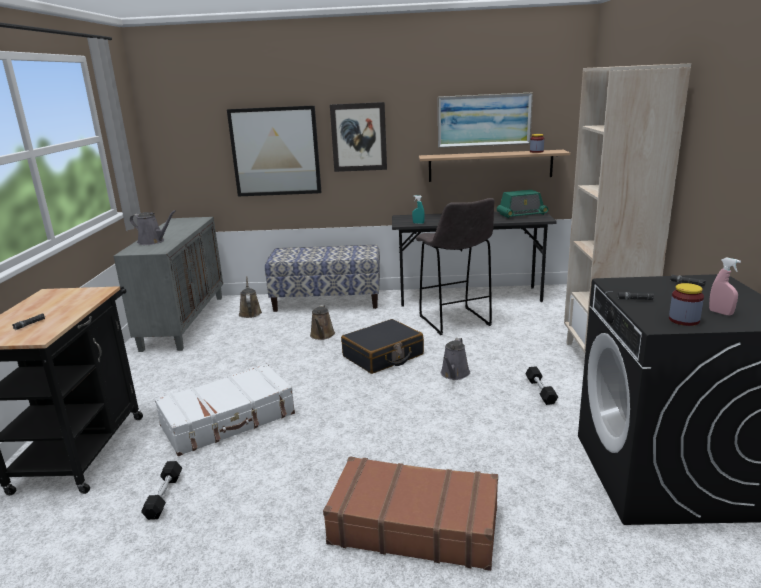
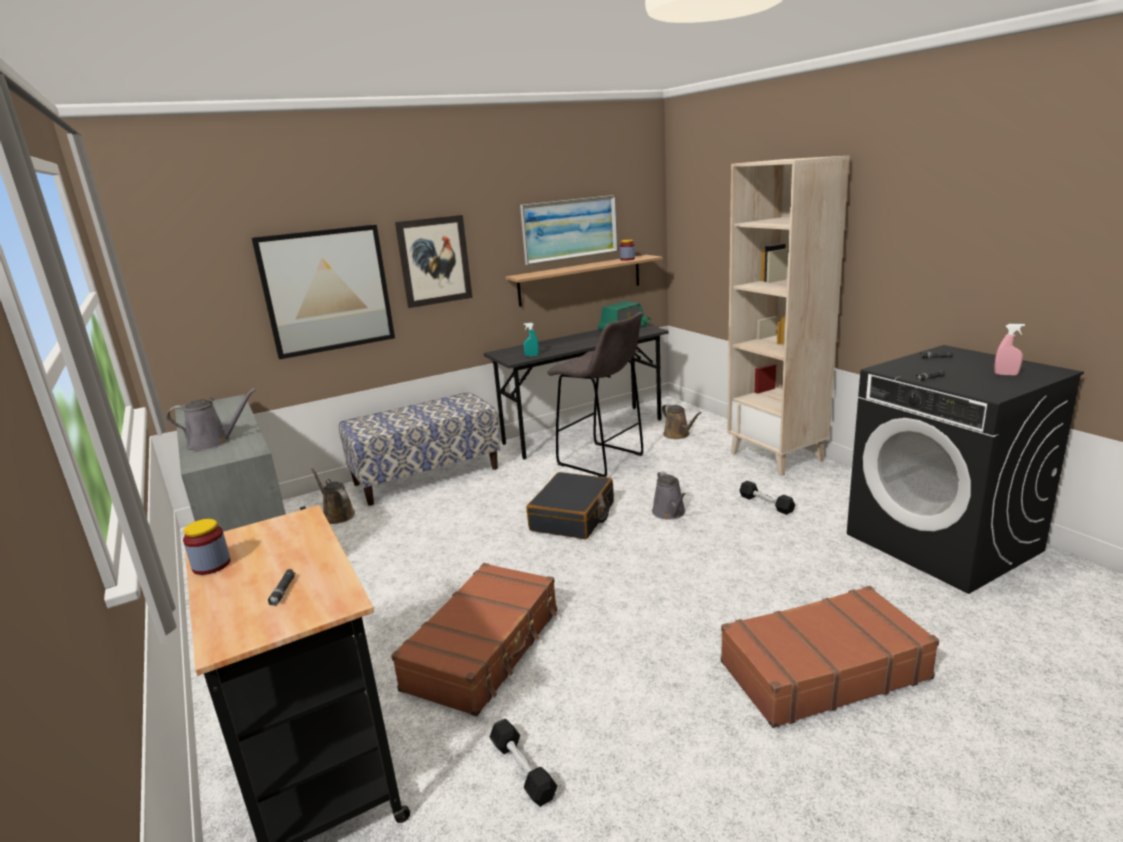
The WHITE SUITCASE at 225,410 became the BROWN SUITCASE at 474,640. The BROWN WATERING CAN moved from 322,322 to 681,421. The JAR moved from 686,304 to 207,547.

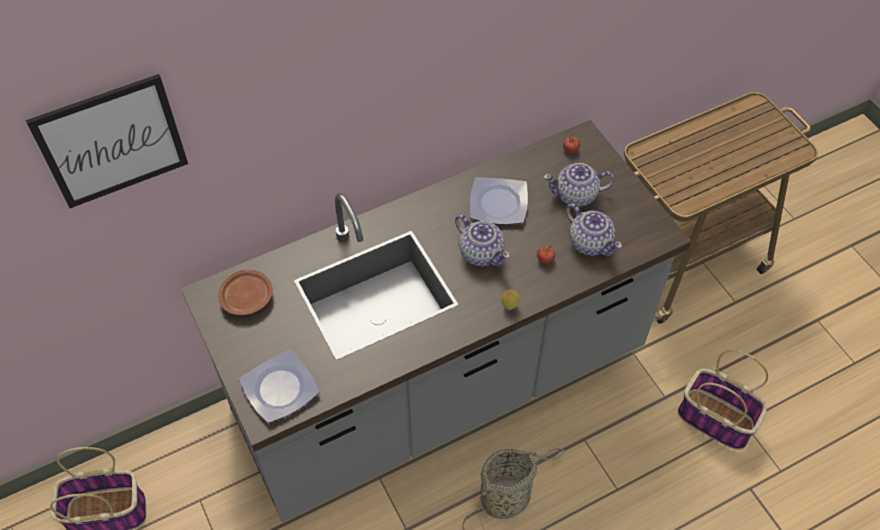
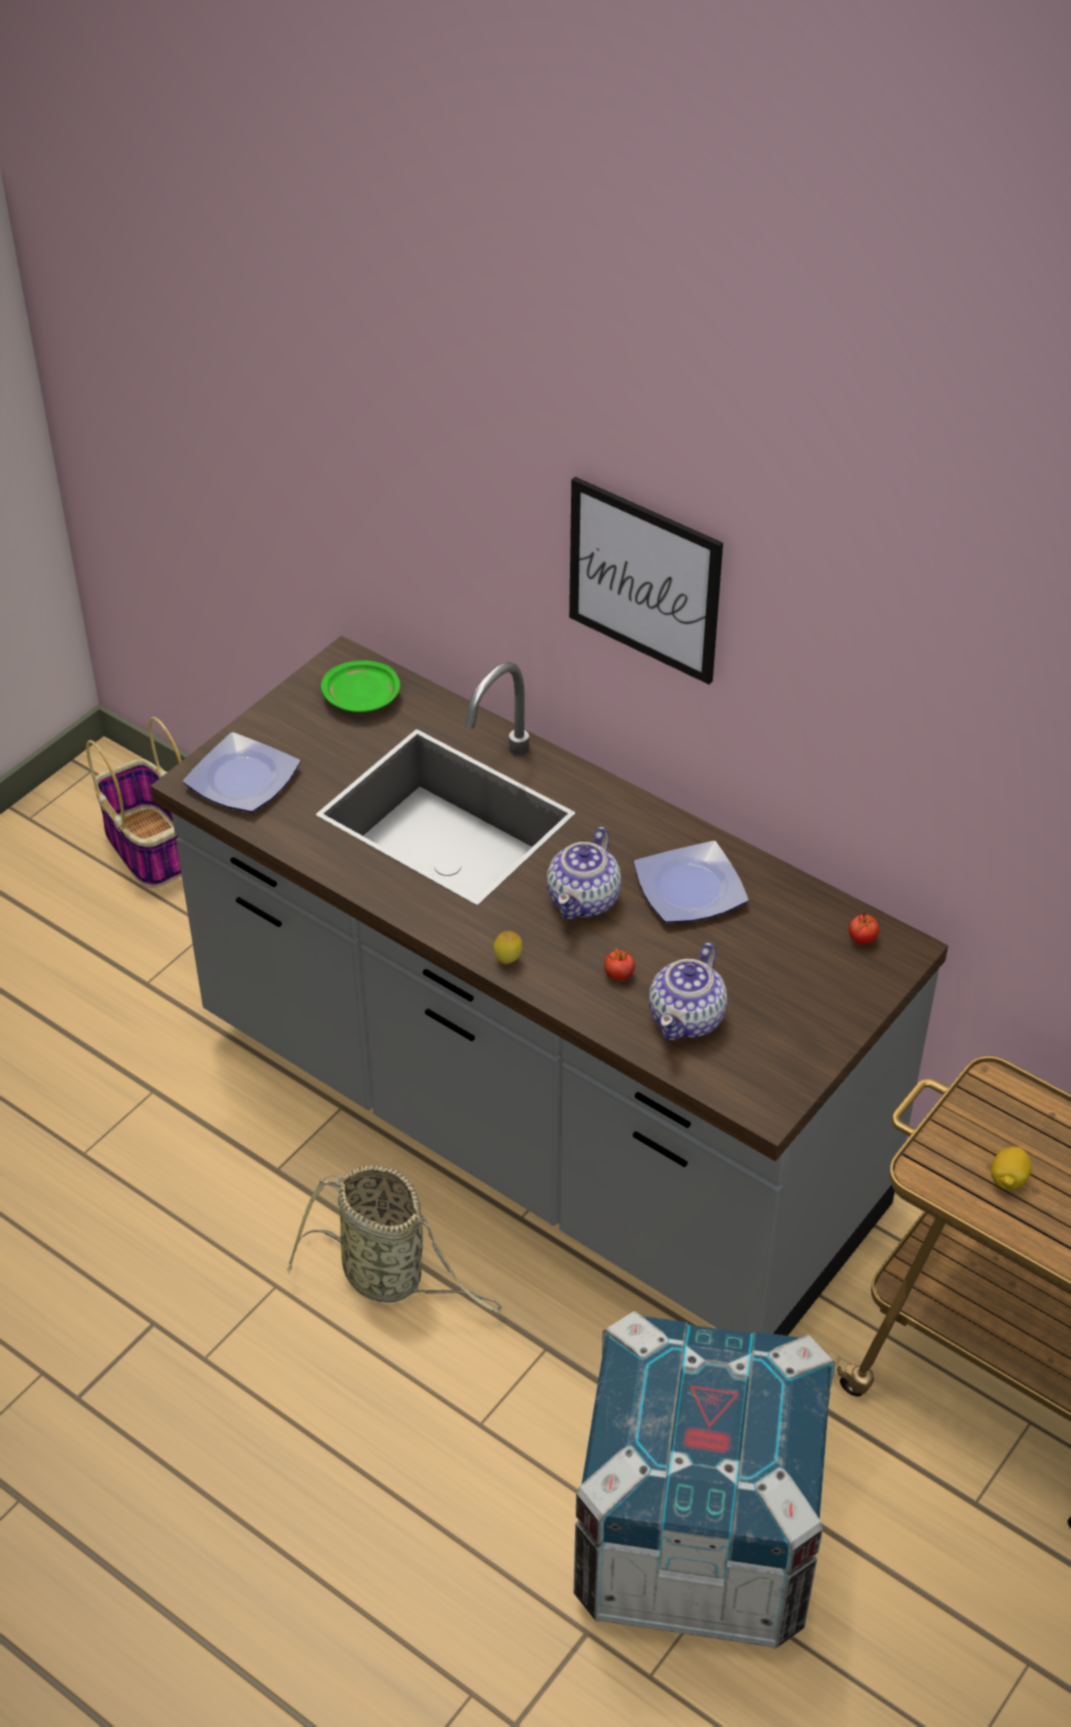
The PICTURE moved from 107,141 to 646,581. The BROWN PLATE at 245,292 became the GREEN PLATE at 360,686. The TEAPOT at 579,185 disappeared. The BASKET at 723,400 was replaced by the CRATE at 705,1480. The LEMON at 1011,1168 appeared.

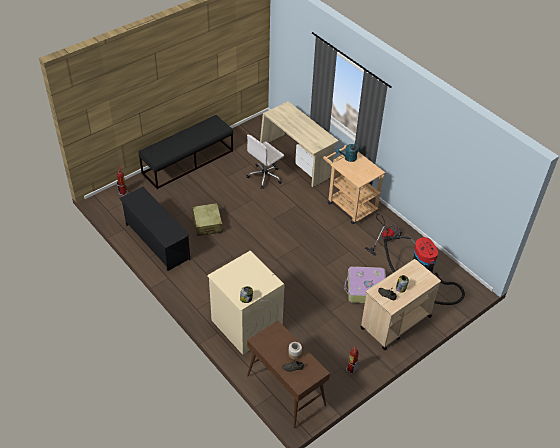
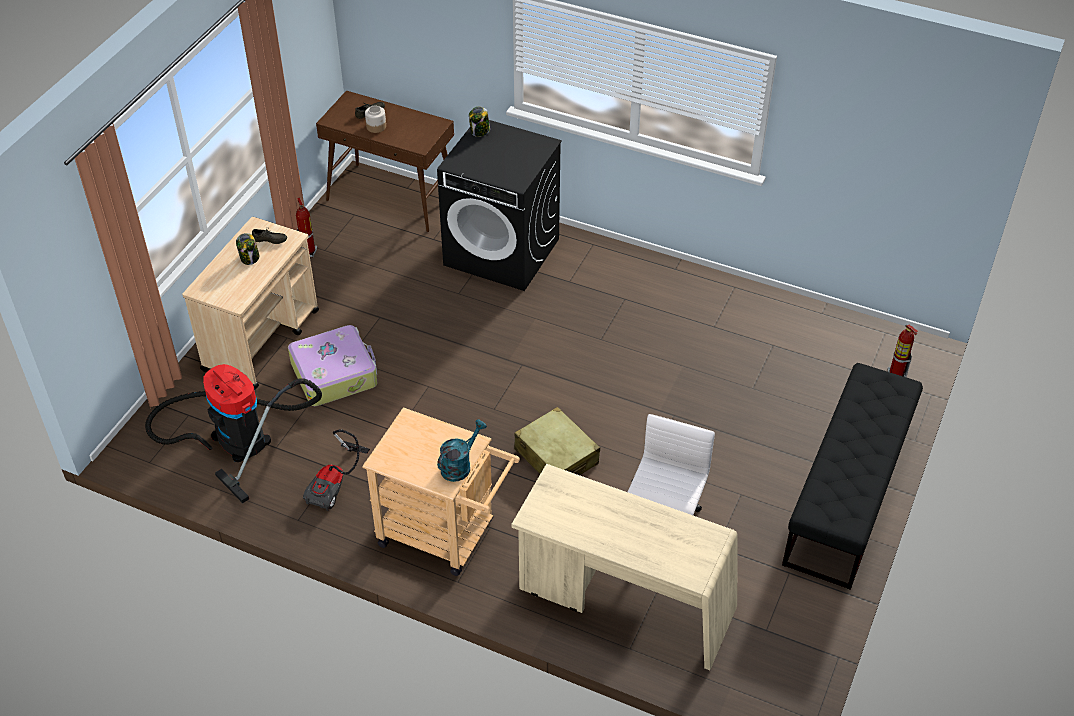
The BLACK SHOE RACK at 154,229 disappeared. The BEIGE SUITCASE moved from 207,219 to 557,441. The BEIGE WASHING MACHINE at 246,303 became the BLACK WASHING MACHINE at 499,205.

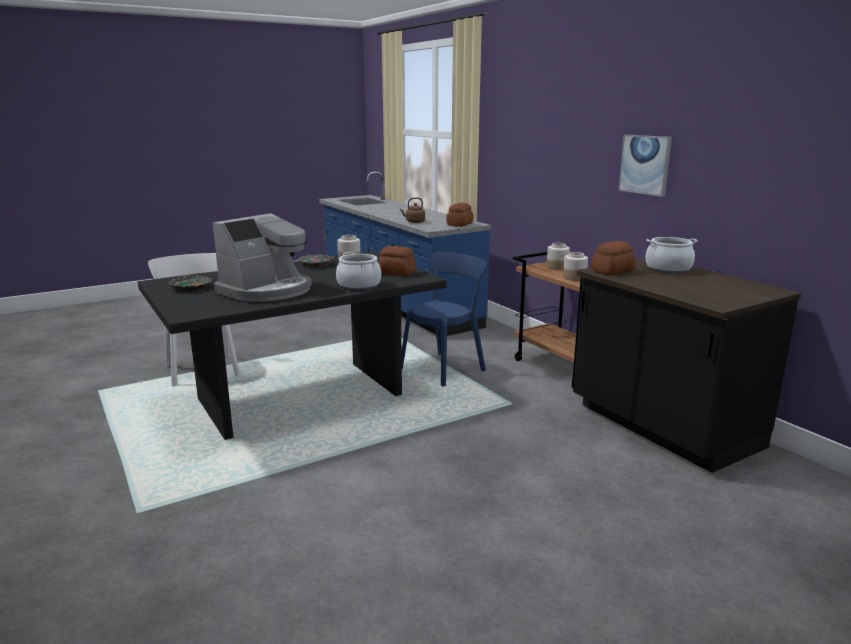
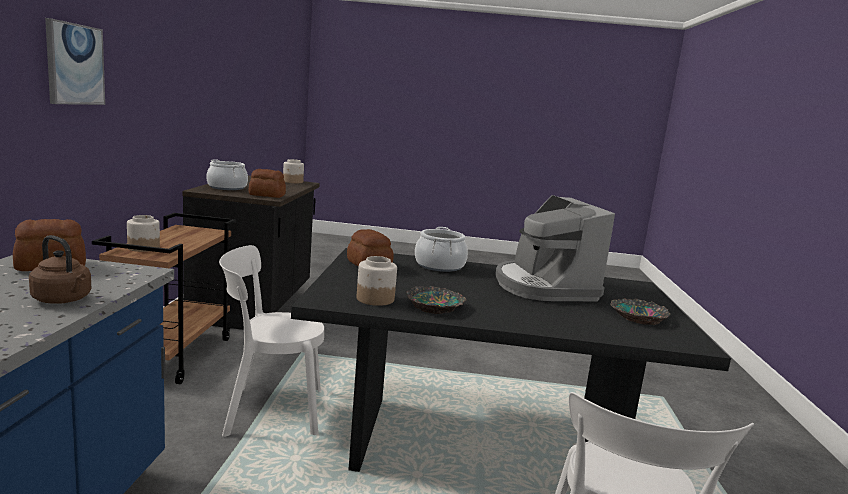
The COFFEE MACHINE at 262,257 turned 90 degrees counterclockwise. The BLUE CHAIR at 444,319 became the WHITE CHAIR at 271,341. The JAR moved from 575,266 to 293,171. The PICTURE moved from 645,166 to 75,61.

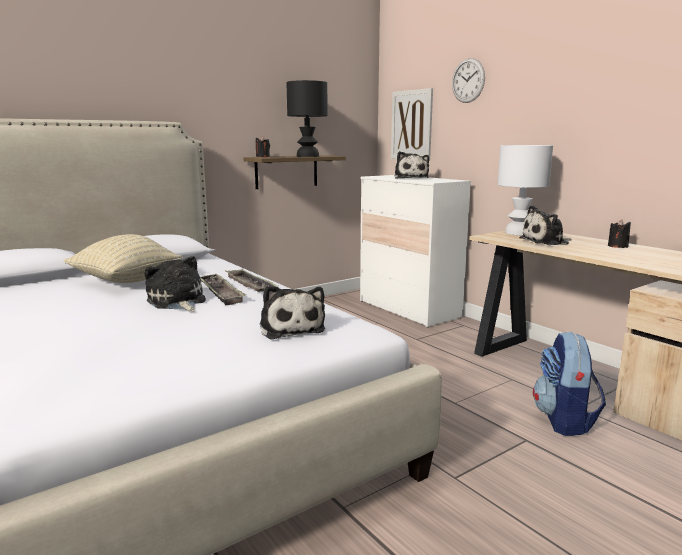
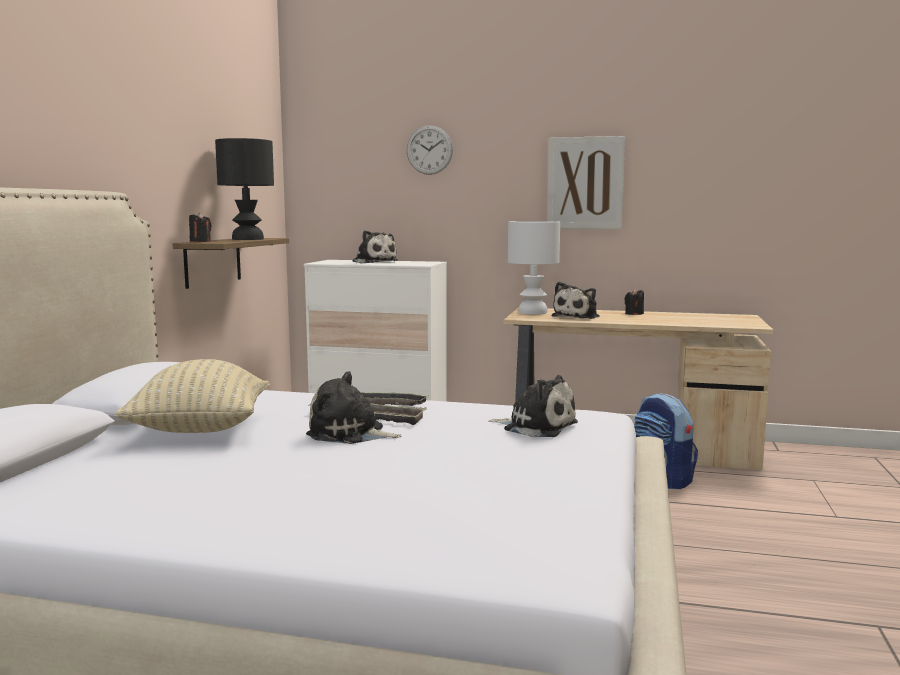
The PICTURE moved from 412,124 to 586,182.

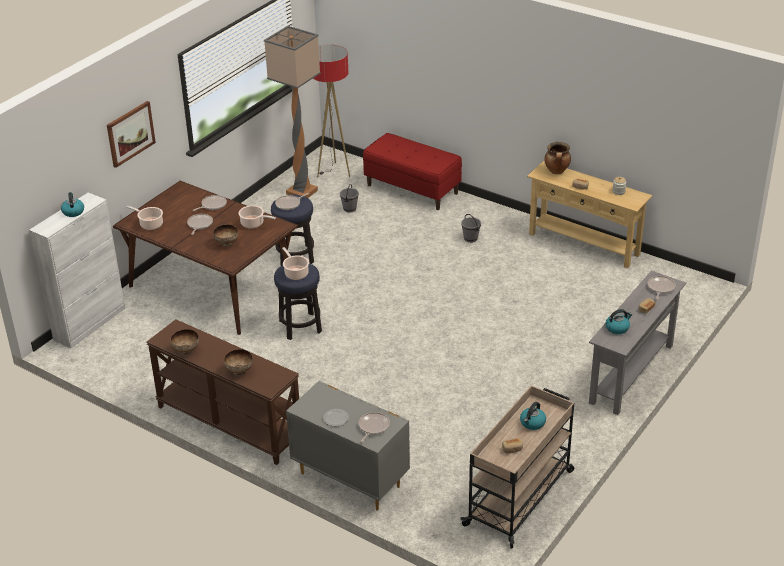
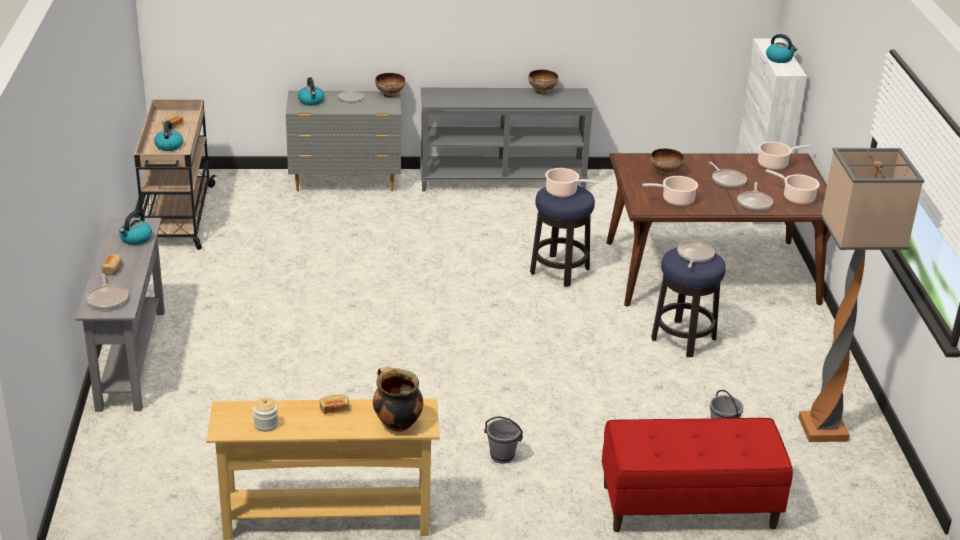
The PICTURE at 131,134 disappeared. The BROWN CONSOLE TABLE at 223,392 became the GREY CONSOLE TABLE at 507,139. The BOWL moved from 238,362 to 390,85. The FLOOR LAMP at 331,110 disappeared. The FRYING PAN at 374,427 was replaced by the KETTLE at 311,91. The COOKING POT at 792,186 appeared.

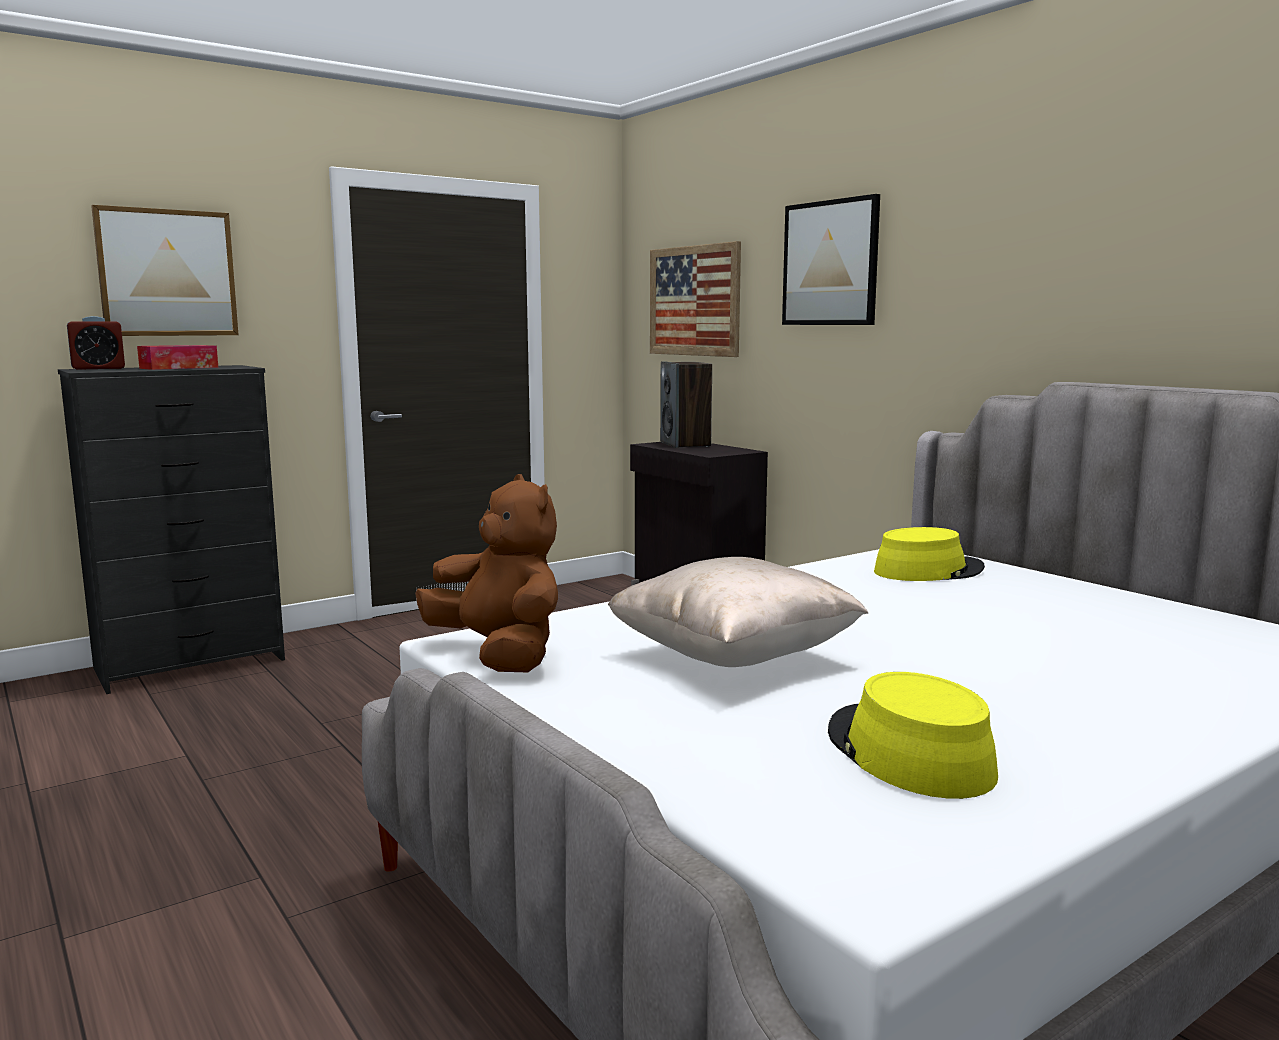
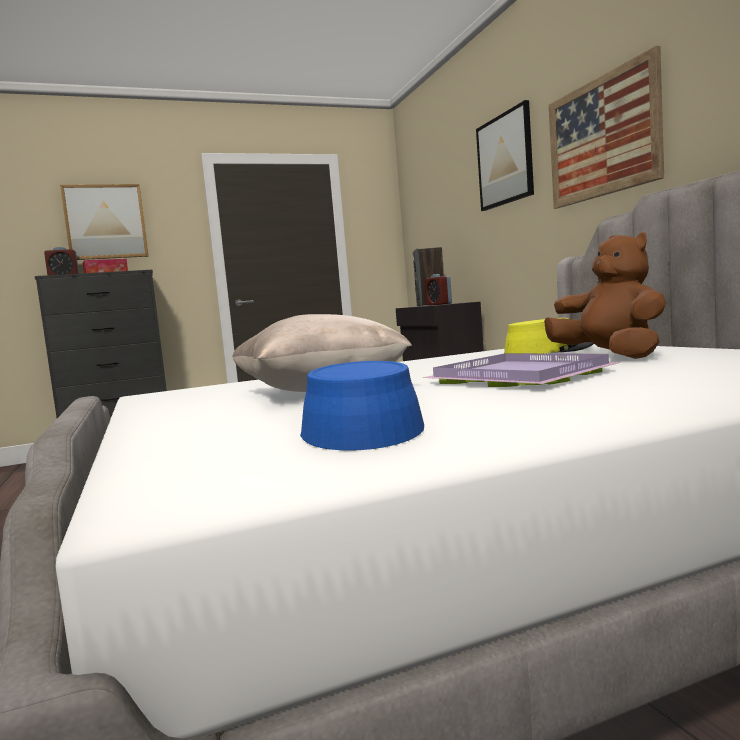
The BROWN PLUSH TOY moved from 486,573 to 605,295. The PICTURE moved from 695,299 to 606,127. The YELLOW HAT at 913,735 became the BLUE HAT at 362,405. The PURPLE TRAY at 522,370 appeared. The ALARM CLOCK at 438,290 appeared.

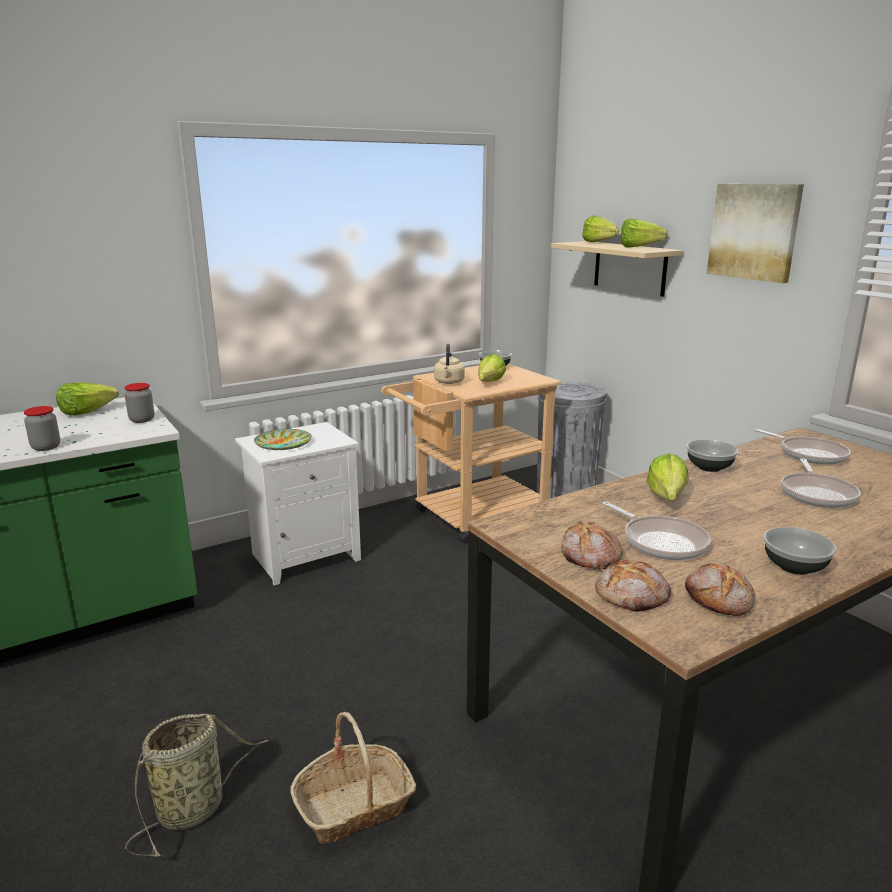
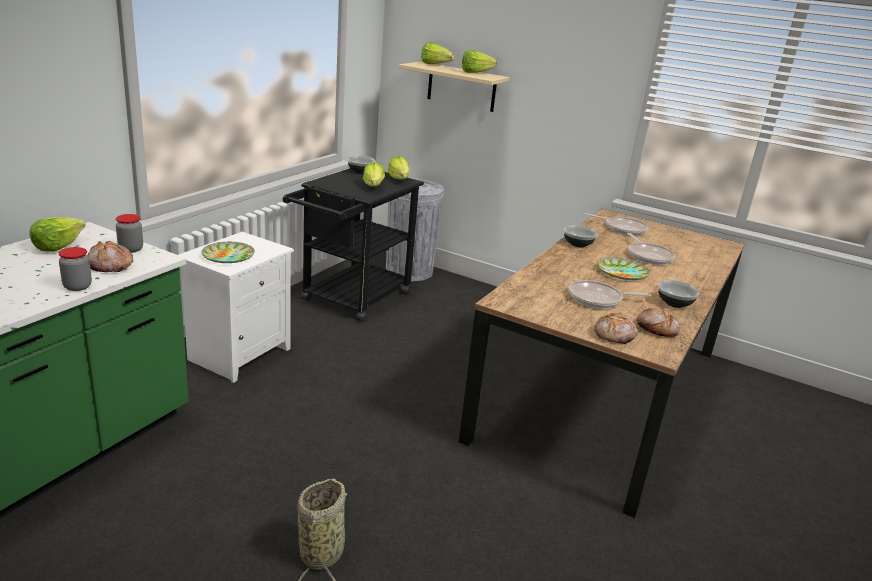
The BASKET at 353,778 disappeared. The BEIGE CART at 471,454 became the BLACK CART at 353,245. The BEIGE KETTLE at 449,364 disappeared. The BREAD moved from 592,545 to 110,256. The FRYING PAN at 656,531 turned 150 degrees clockwise. The LETTUCE moved from 668,477 to 399,167. The PICTURE at 755,233 disappeared. The PLATE at 623,268 appeared.

